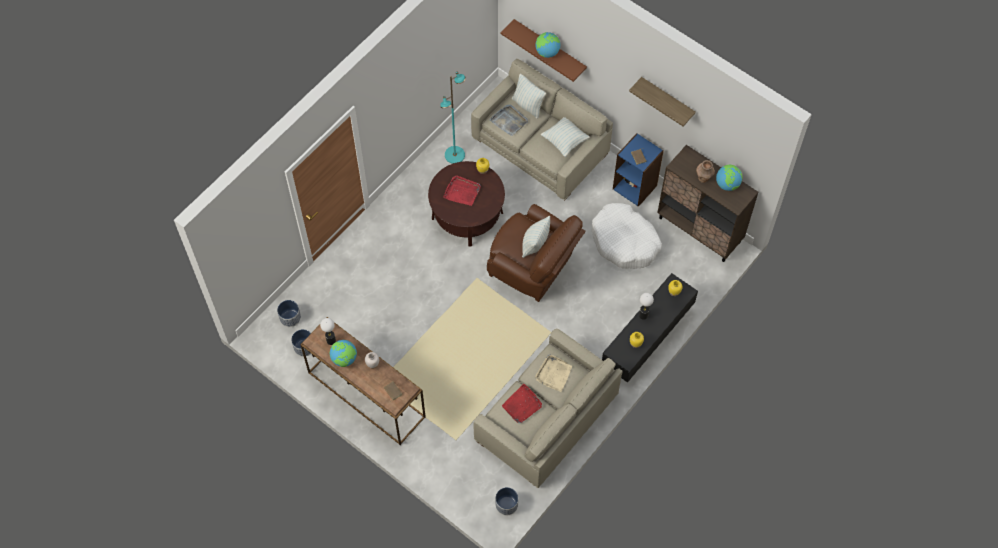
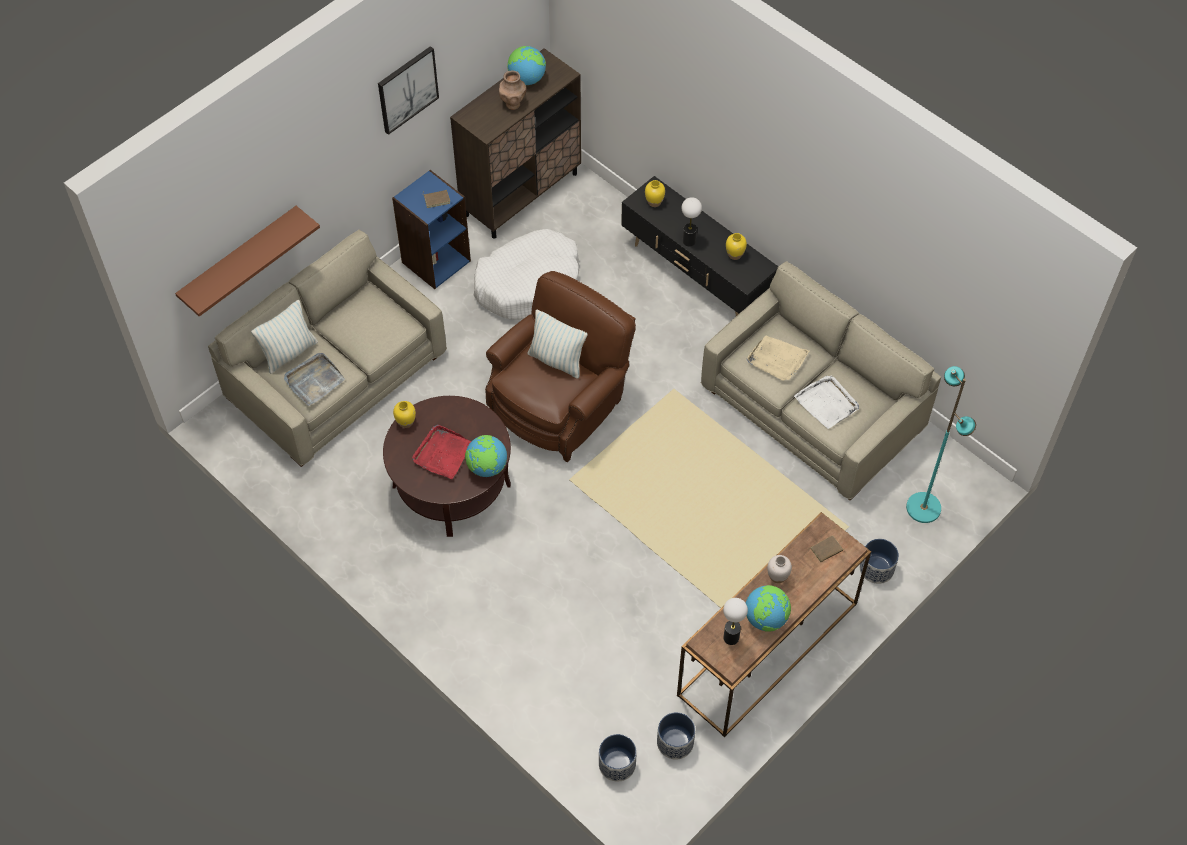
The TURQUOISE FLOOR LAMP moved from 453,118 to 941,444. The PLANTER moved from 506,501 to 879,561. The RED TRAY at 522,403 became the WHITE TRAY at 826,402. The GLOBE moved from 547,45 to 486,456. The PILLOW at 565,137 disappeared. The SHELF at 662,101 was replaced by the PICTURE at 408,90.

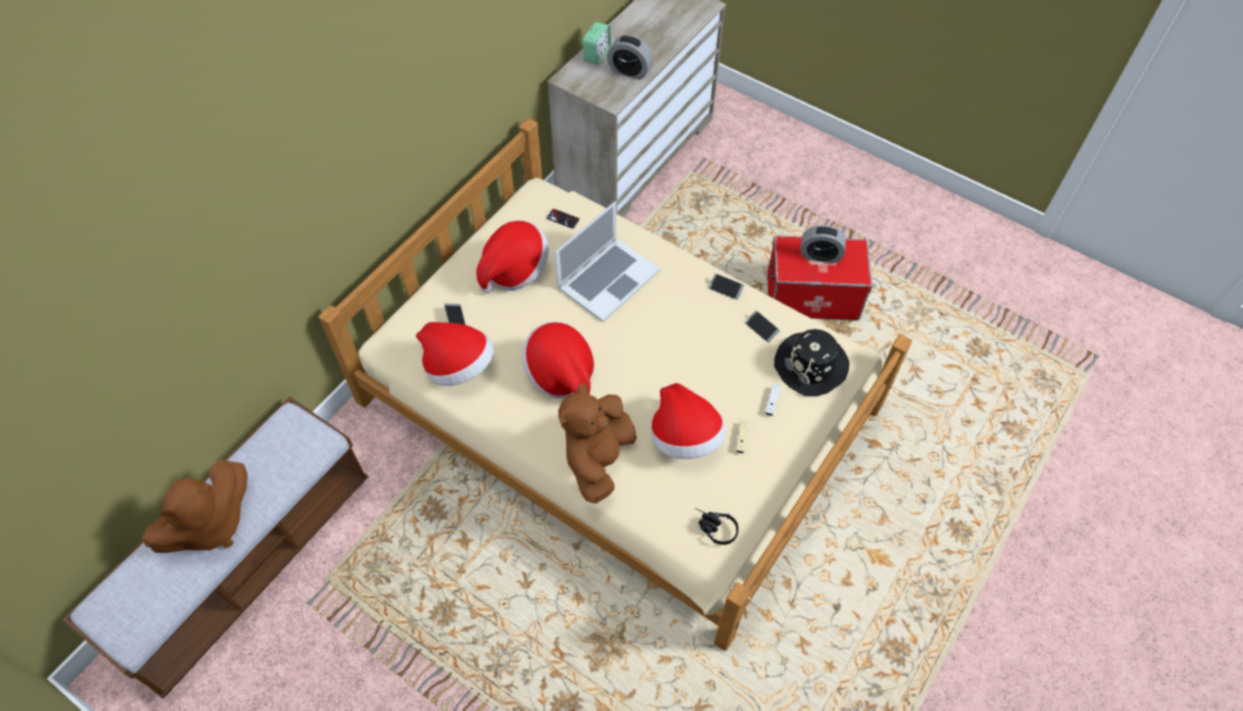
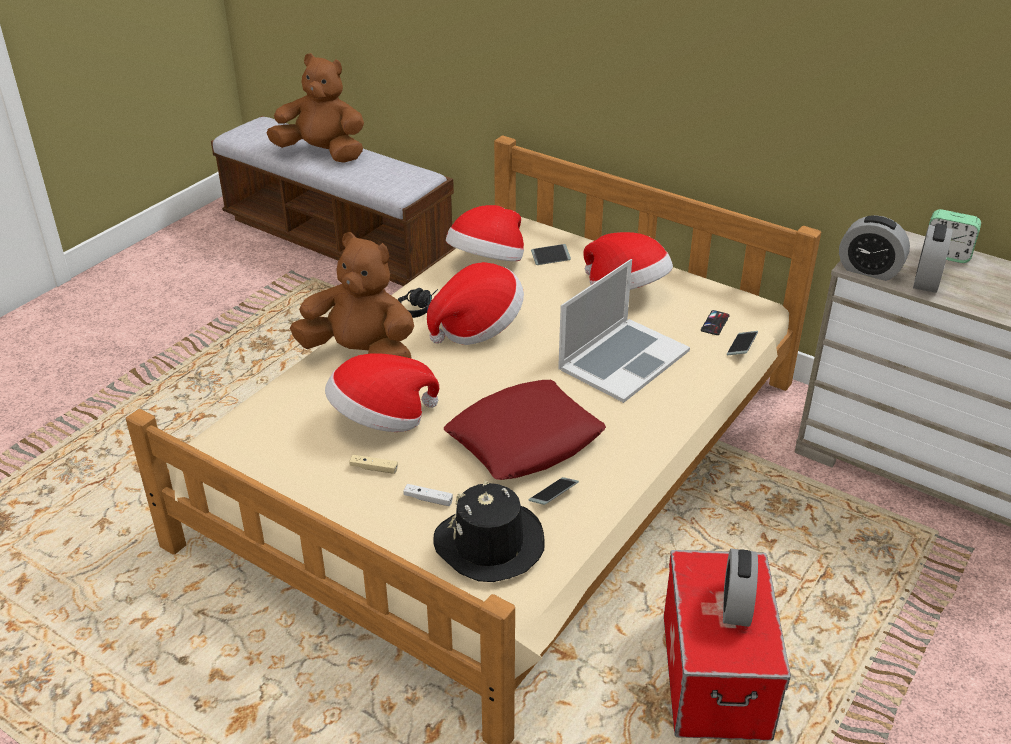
The BROWN PLUSH TOY at 195,506 turned 150 degrees clockwise. The LAPTOP at 607,261 turned 90 degrees counterclockwise. The BLACK HEADPHONES moved from 716,526 to 418,303. The PHONE moved from 726,287 to 742,343. The RED PILLOW at 525,430 appeared. The ALARM CLOCK at 874,248 appeared.

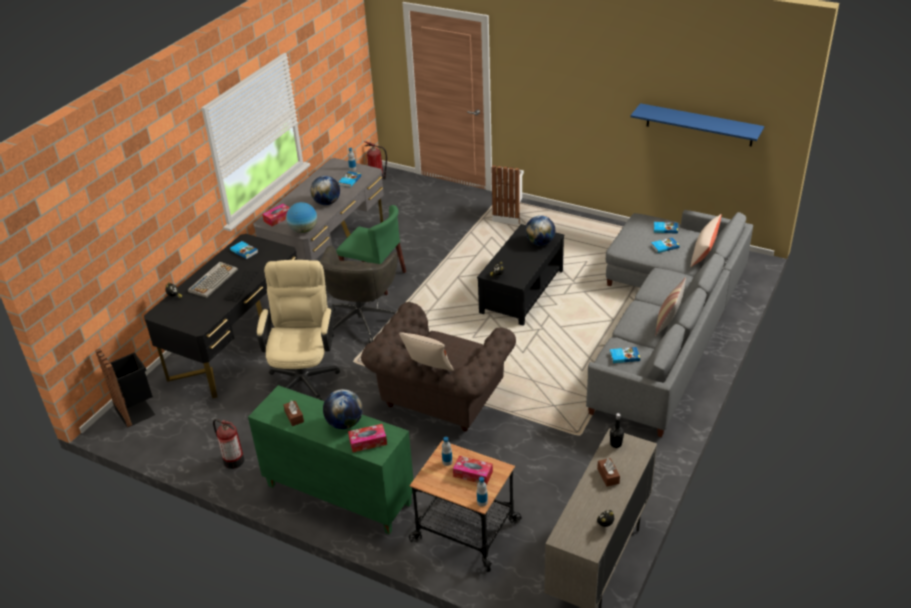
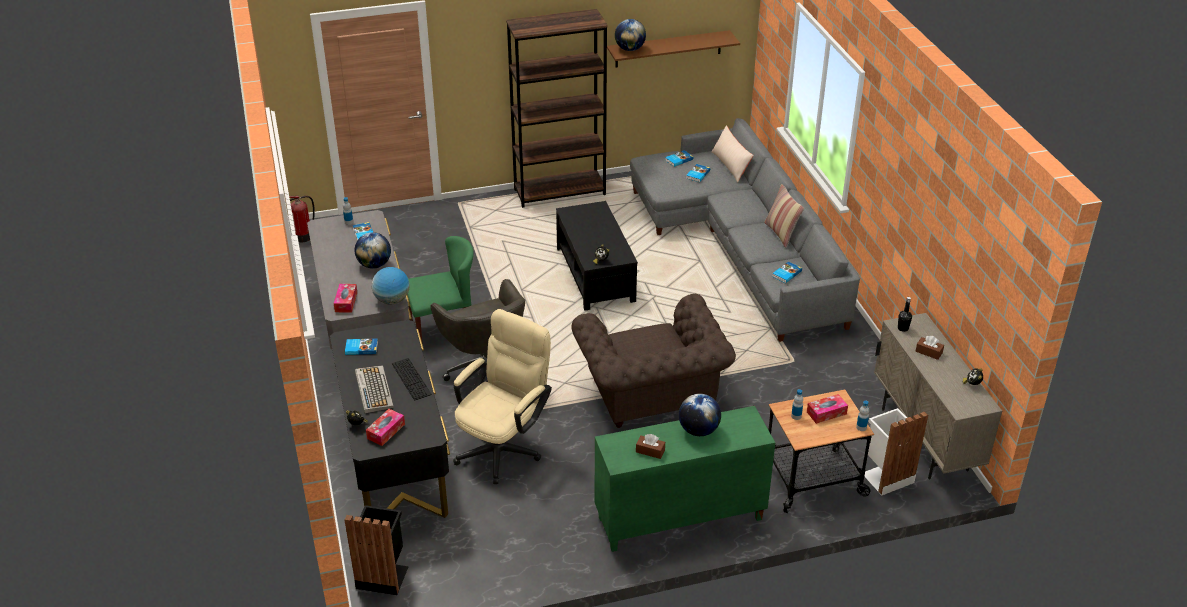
The FIRE EXTINGUISHER at 228,444 disappeared. The BEIGE OFFICE CHAIR at 298,330 turned 75 degrees clockwise. The TISSUE BOX moved from 367,438 to 385,427. The BEIGE PILLOW at 426,351 disappeared. The WHITE TRASH CAN moved from 507,195 to 896,451. The GLOBE moved from 540,230 to 630,35. The BLUE SHELF at 697,125 became the BROWN SHELF at 673,48. The BROWN BOOKCASE at 557,108 appeared.

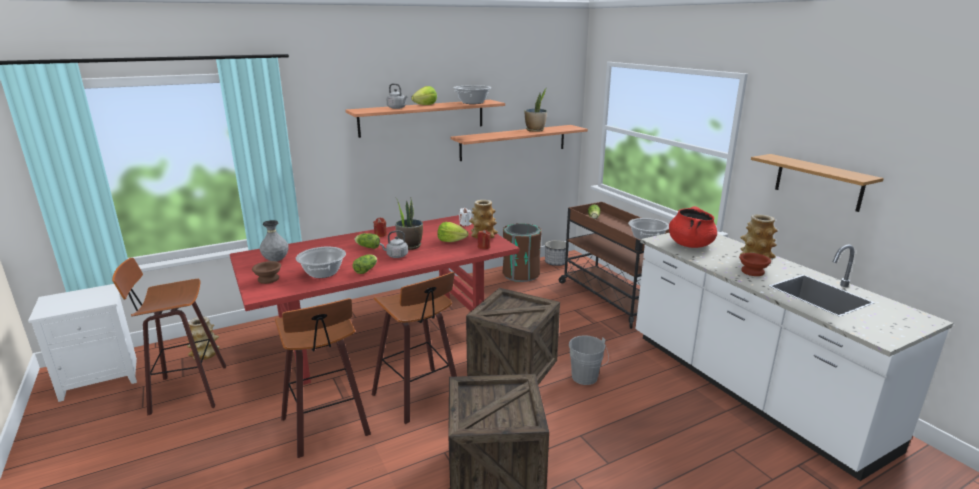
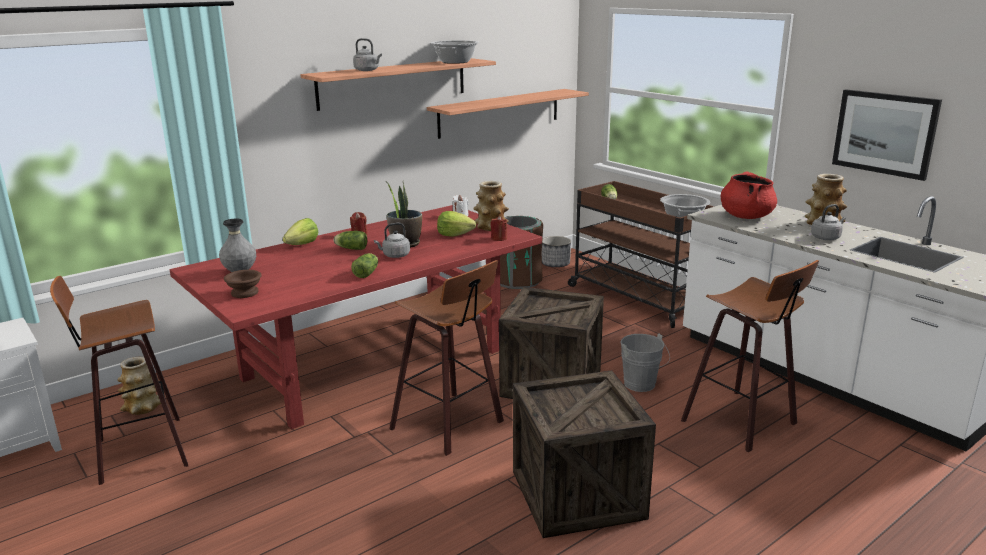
The STOOL moved from 323,378 to 750,356. The COOKING POT at 321,262 disappeared. The LETTUCE moved from 424,95 to 300,231. The POTTED PLANT at 535,110 disappeared. The BROWN BOWL at 755,264 was replaced by the GREY KETTLE at 828,222. The SHELF at 817,183 was replaced by the PICTURE at 887,135.

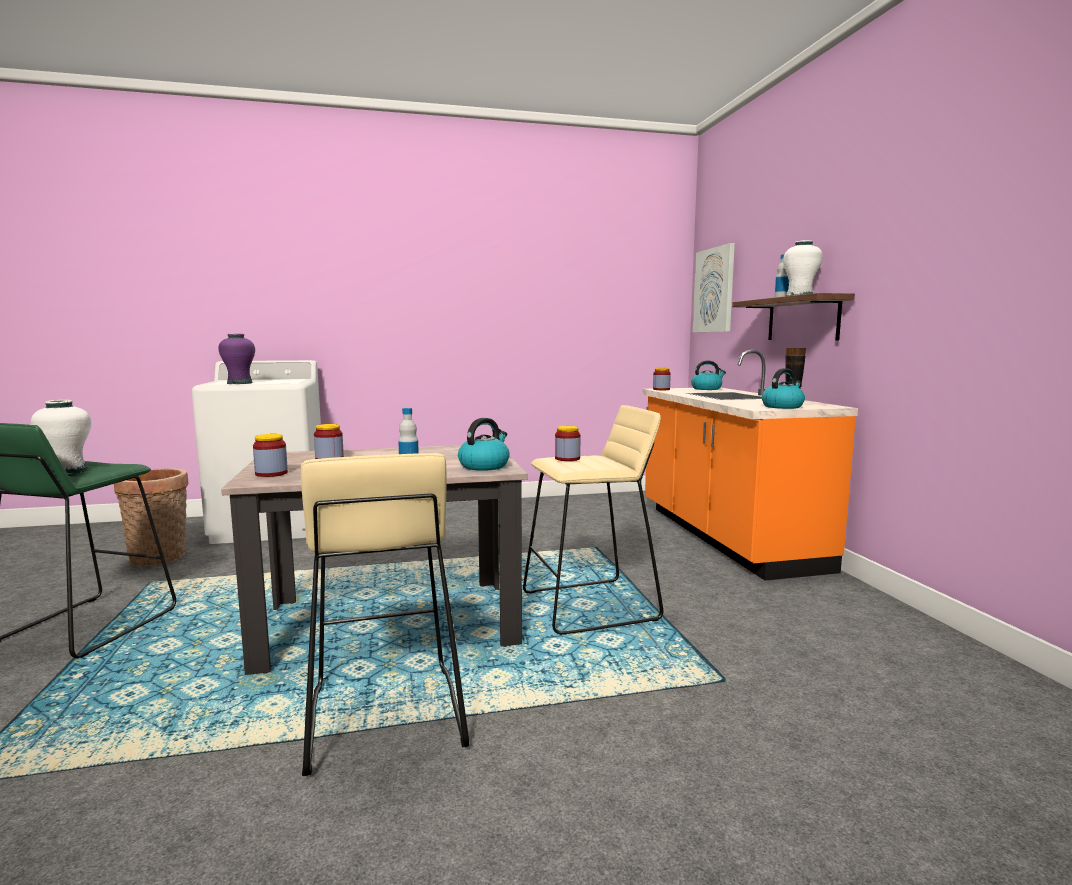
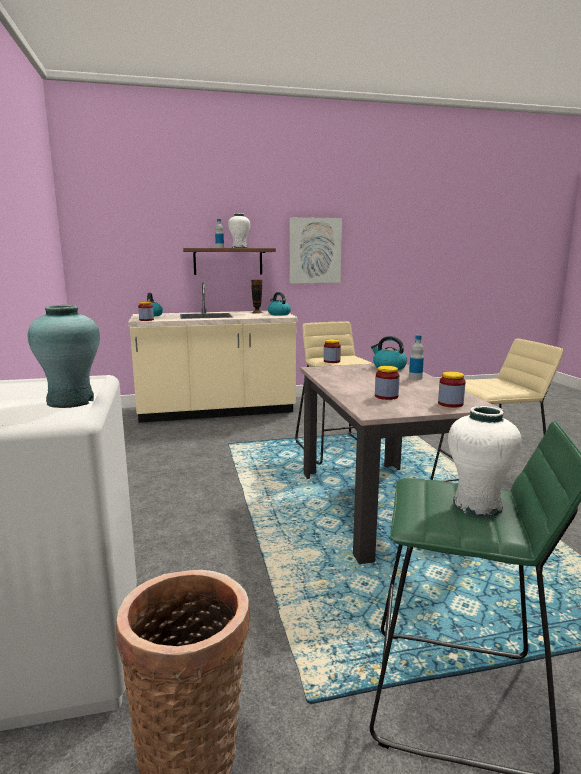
The PURPLE VASE at 236,359 became the TURQUOISE VASE at 64,356. The ORANGE COUNTER at 750,465 became the BEIGE COUNTER at 213,352. The PICTURE moved from 714,287 to 316,250.

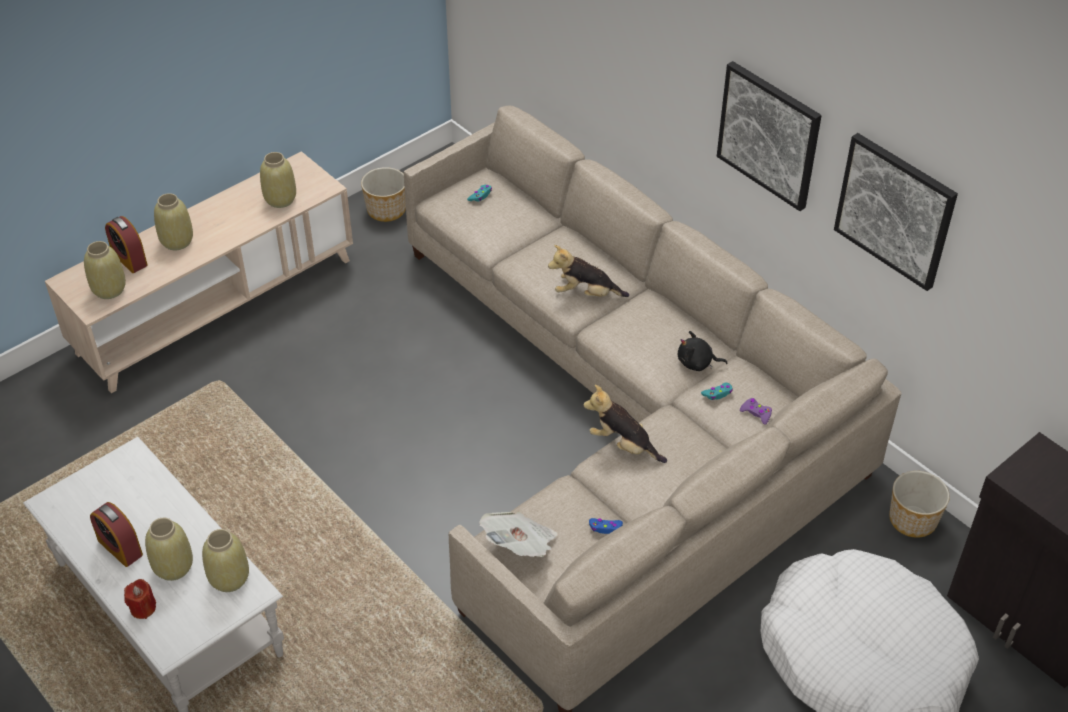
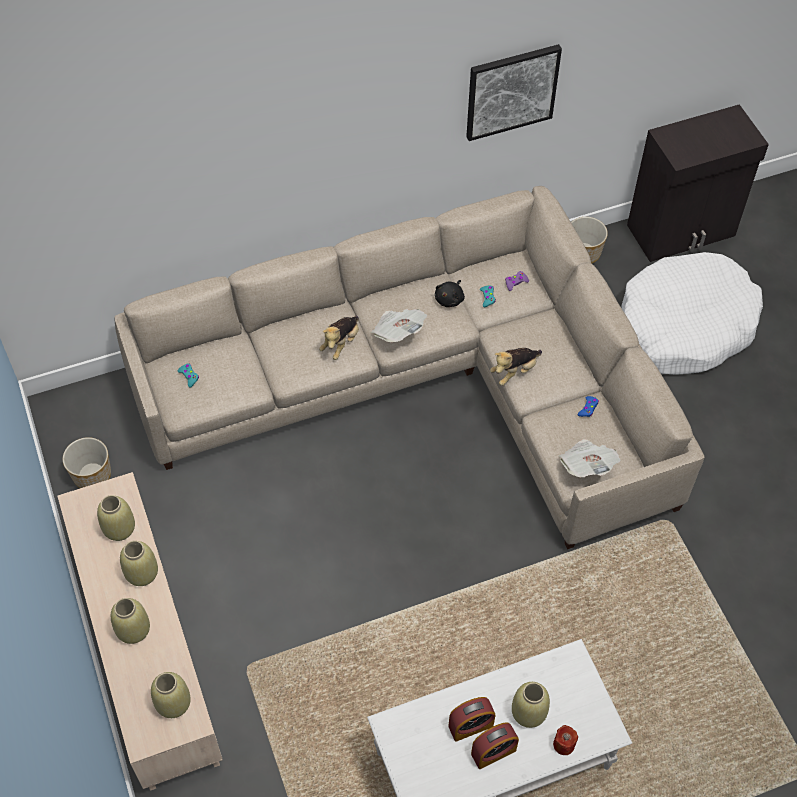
The ALARM CLOCK moved from 126,244 to 472,719. The BEIGE VASE moved from 225,560 to 139,563. The PICTURE at 769,136 disappeared. The NEWSPAPER at 399,325 appeared.

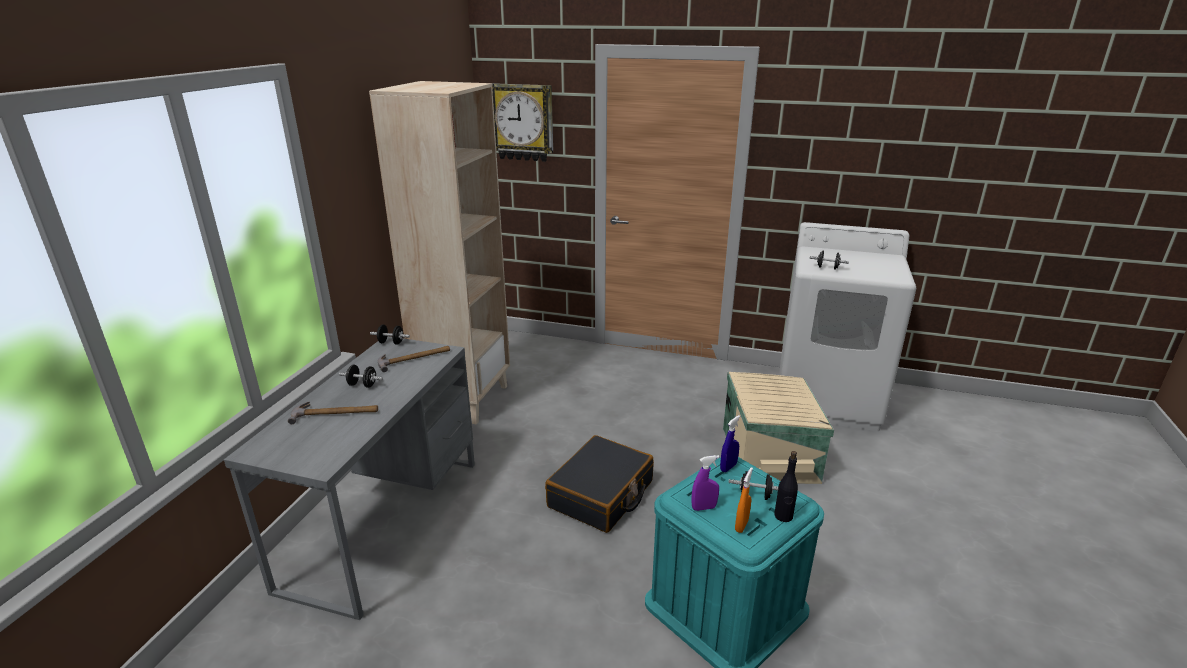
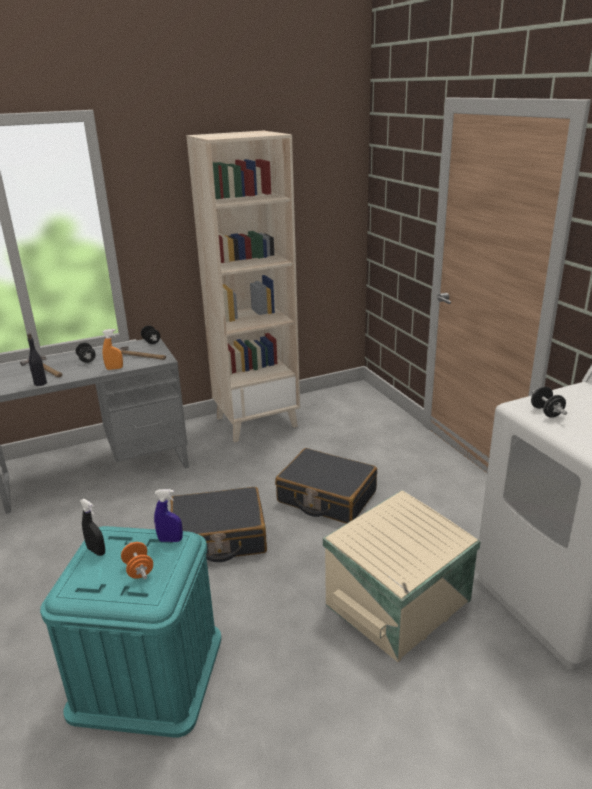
The WALL CLOCK at 522,122 disappeared. The PURPLE SPRAY BOTTLE at 705,483 became the BLACK SPRAY BOTTLE at 92,527. The BLACK DUMBBELL at 754,485 became the ORANGE DUMBBELL at 137,560. The ORANGE SPRAY BOTTLE moved from 744,500 to 112,349. The BLACK BOTTLE moved from 786,486 to 37,359. The BLACK SUITCASE at 326,486 appeared.

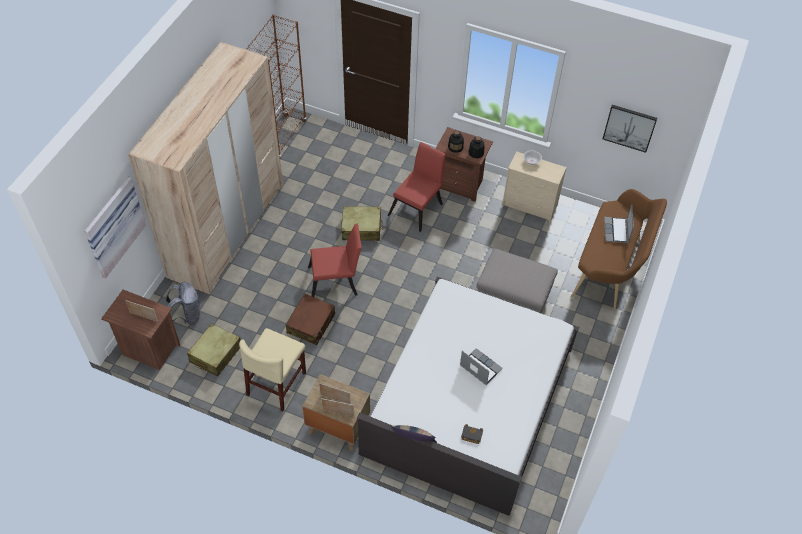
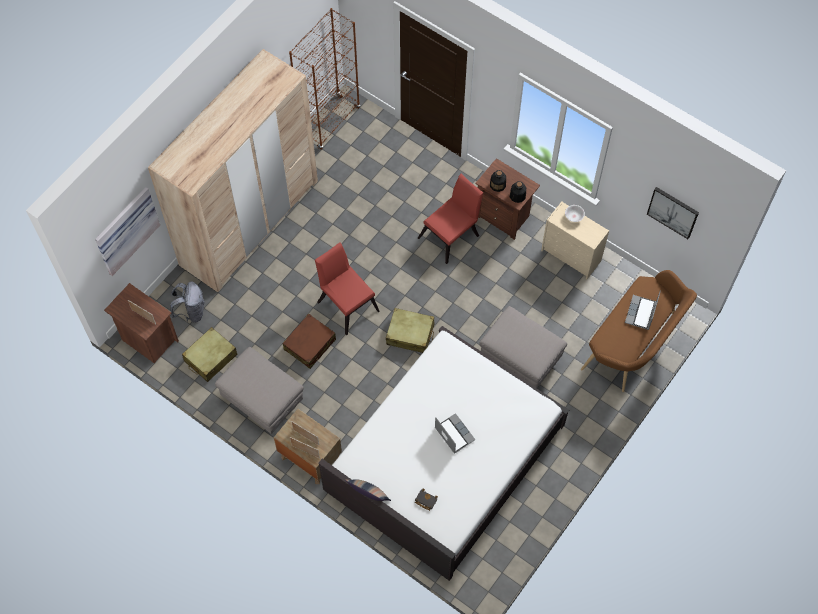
The BEIGE CHAIR at 272,369 was replaced by the GREY OTTOMAN at 259,390. The RED CHAIR at 335,260 turned 135 degrees counterclockwise. The BEIGE SUITCASE moved from 362,223 to 410,330.

